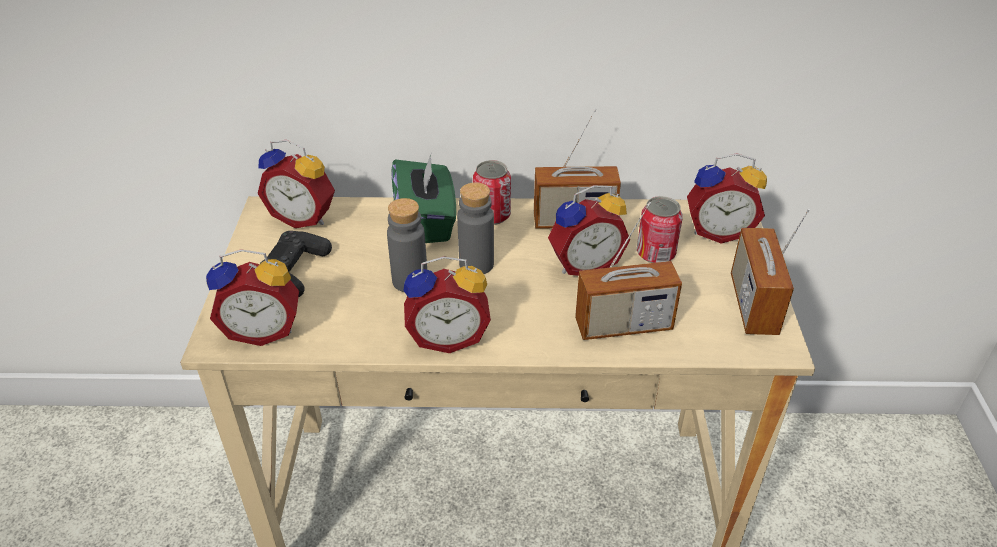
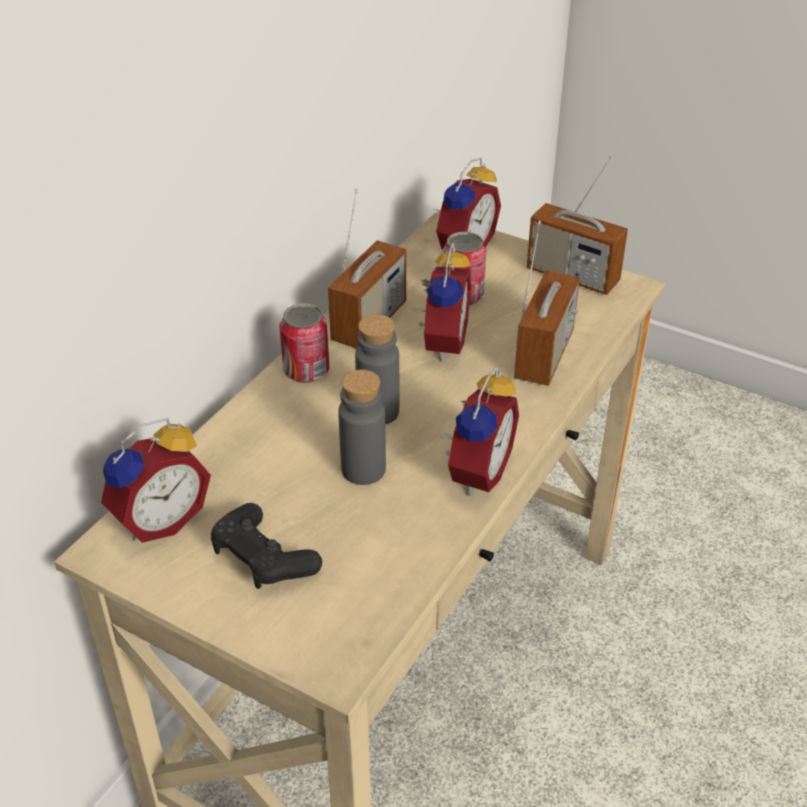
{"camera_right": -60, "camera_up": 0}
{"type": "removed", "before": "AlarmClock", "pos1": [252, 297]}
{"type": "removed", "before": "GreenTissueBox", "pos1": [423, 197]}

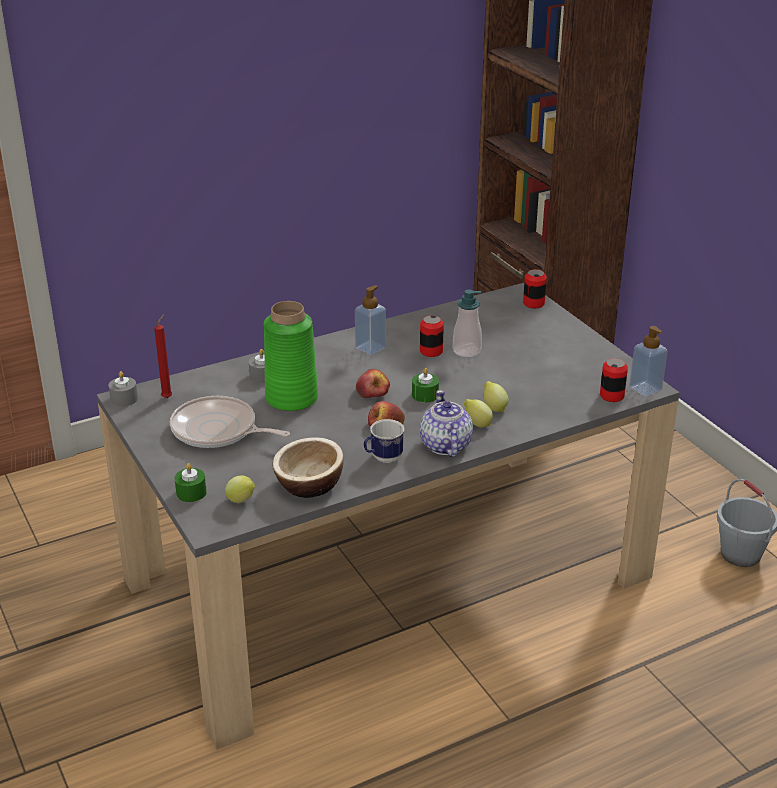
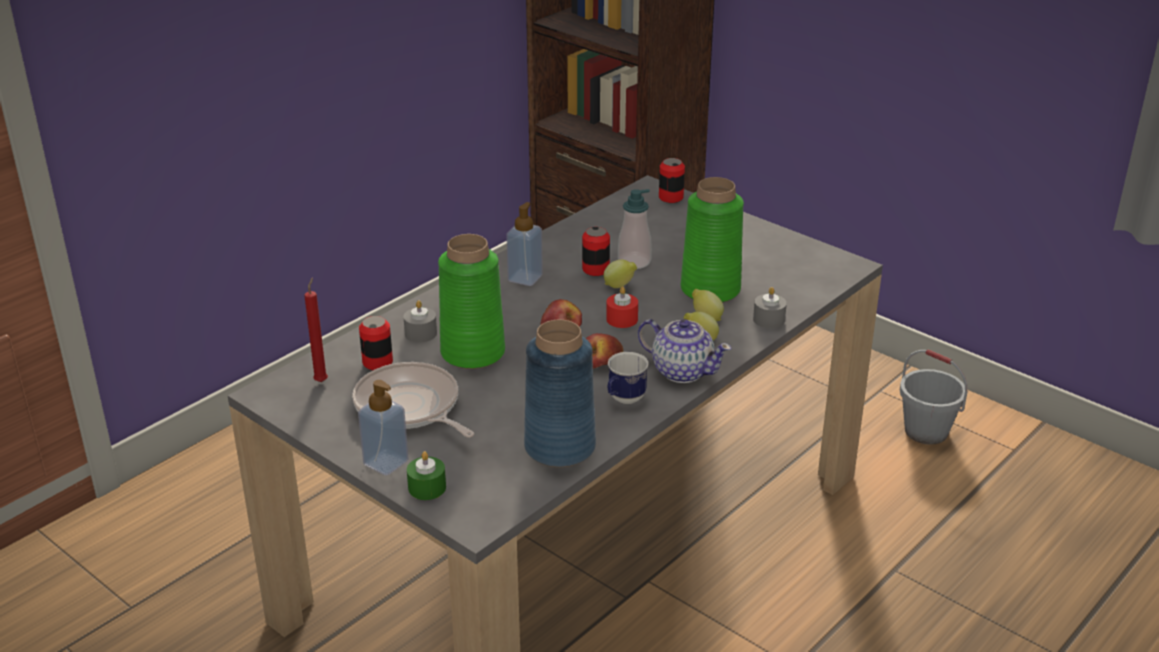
{"camera_right": -20, "camera_up": 0}
{"type": "moved", "before": "GreyCandle", "pos1": [123, 388], "pos2": [770, 307]}
{"type": "turned", "before": "FryingPan", "pos1": [230, 422], "pos2": [413, 400], "turn": 45}
{"type": "moved", "before": "Lemon", "pos1": [240, 489], "pos2": [620, 274]}
{"type": "replaced", "before": "Bowl", "after": "BlueVase", "pos1": [308, 467], "pos2": [560, 393]}
{"type": "recoloured", "before": "GreenCandle", "after": "RedCandle", "pos1": [425, 385], "pos2": [622, 307]}
{"type": "turned", "before": "Teapot", "pos1": [446, 423], "pos2": [684, 351], "turn": 150}
{"type": "moved", "before": "Can", "pos1": [614, 380], "pos2": [376, 343]}
{"type": "moved", "before": "SoapDispenser", "pos1": [648, 361], "pos2": [383, 428]}
{"type": "added", "after": "GreenVase", "pos2": [712, 240]}

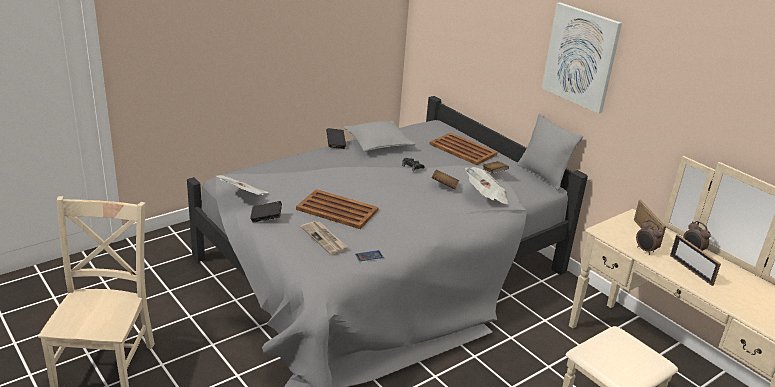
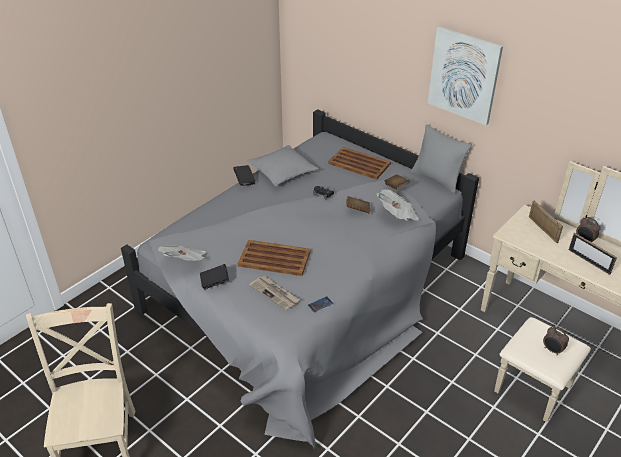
{"camera_right": -10, "camera_up": 10}
{"type": "moved", "before": "AlarmClock", "pos1": [649, 237], "pos2": [556, 341]}

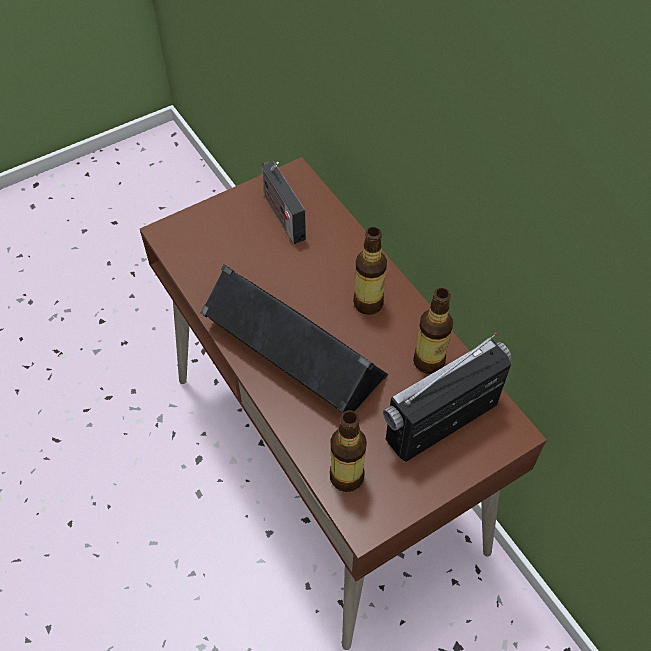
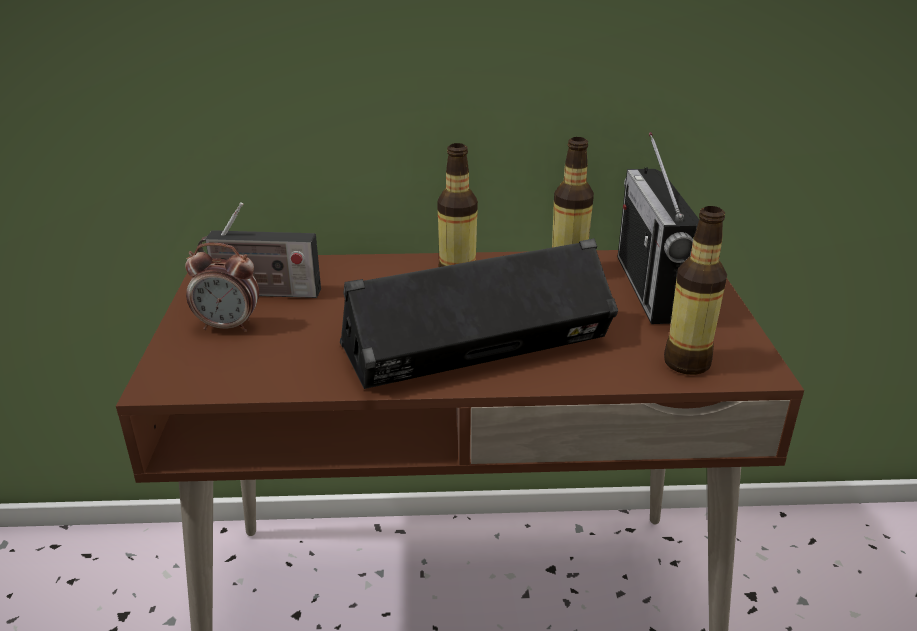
{"camera_right": -60, "camera_up": -25}
{"type": "added", "after": "AlarmClock", "pos2": [222, 287]}

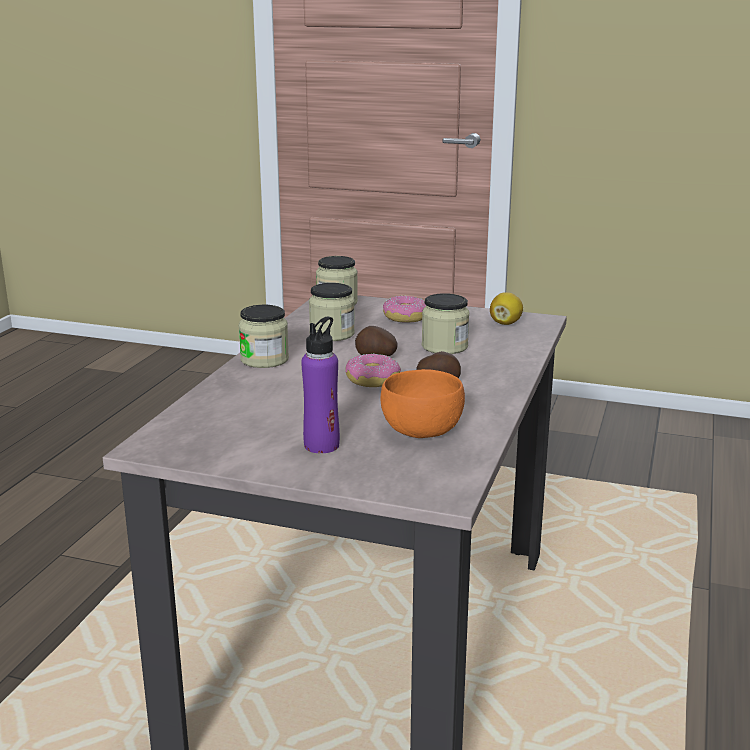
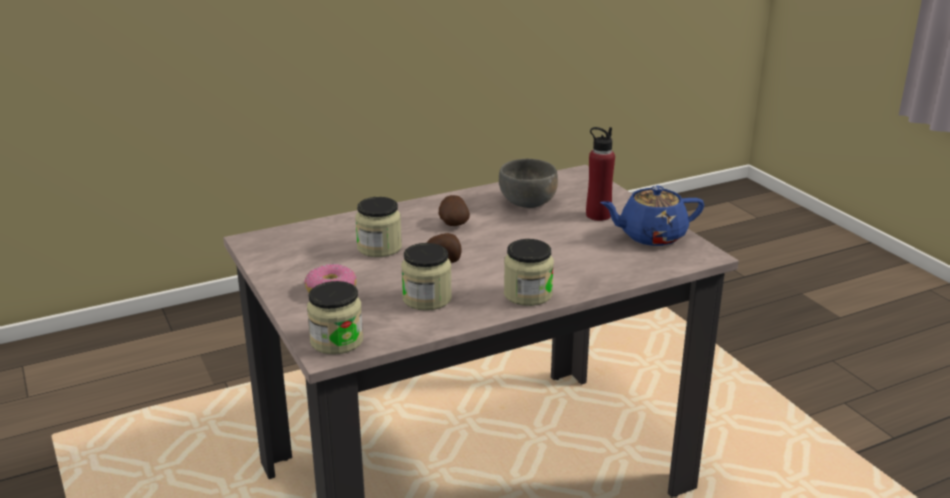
{"camera_right": -135, "camera_up": 5}
{"type": "recoloured", "before": "PurpleBottle", "after": "RedBottle", "pos1": [320, 384], "pos2": [600, 174]}
{"type": "removed", "before": "Donut", "pos1": [373, 370]}
{"type": "recoloured", "before": "OrangeBowl", "after": "GreyBowl", "pos1": [422, 403], "pos2": [528, 183]}
{"type": "removed", "before": "Lemon", "pos1": [506, 308]}
{"type": "added", "after": "BlueTeapot", "pos2": [652, 216]}

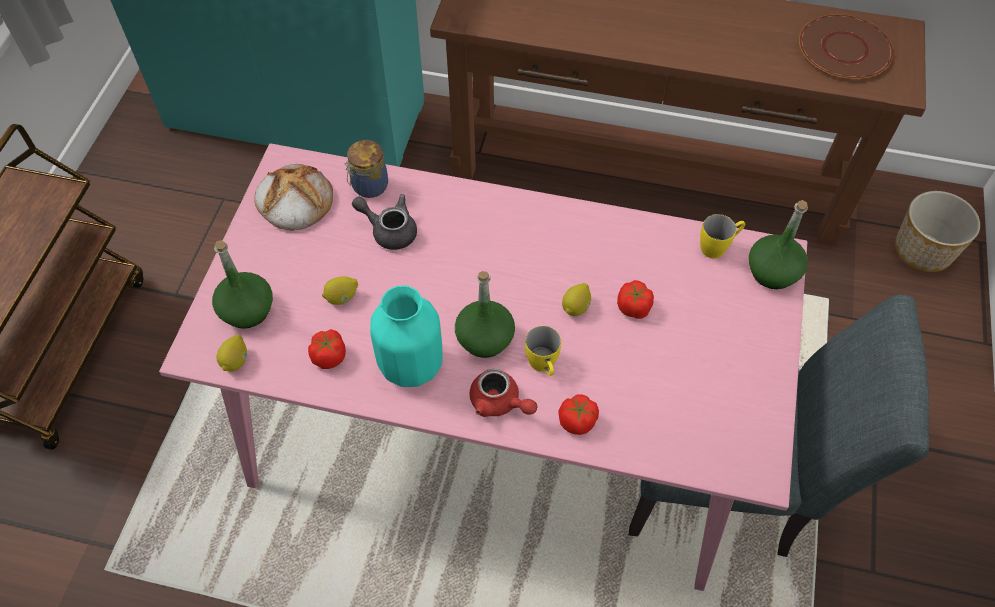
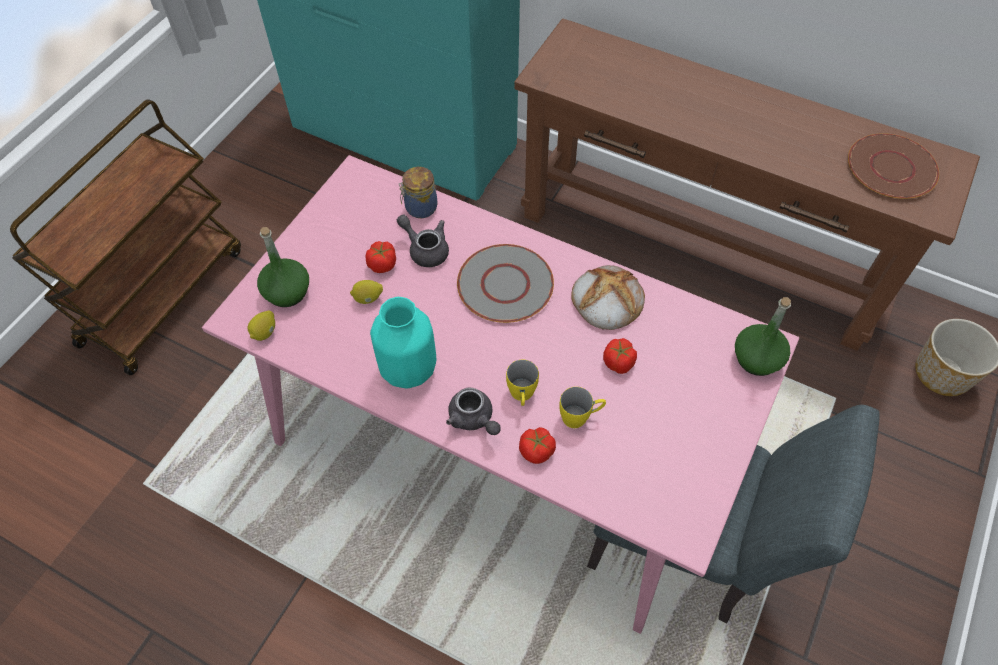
{"camera_right": 15, "camera_up": 0}
{"type": "moved", "before": "Bread", "pos1": [293, 197], "pos2": [608, 297]}
{"type": "moved", "before": "Tomato", "pos1": [327, 349], "pos2": [380, 257]}
{"type": "removed", "before": "GreenBottle", "pos1": [485, 314]}
{"type": "recoloured", "before": "RedTeapot", "after": "GreyTeapot", "pos1": [504, 393], "pos2": [473, 411]}
{"type": "removed", "before": "Lemon", "pos1": [576, 299]}
{"type": "moved", "before": "YellowMug", "pos1": [722, 236], "pos2": [582, 407]}
{"type": "added", "after": "GreyPlate", "pos2": [505, 283]}

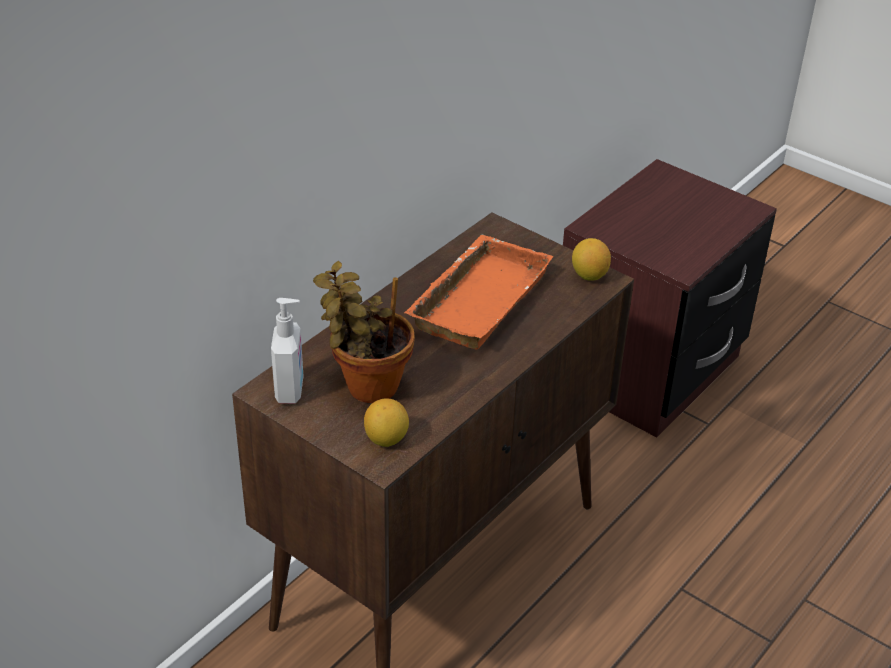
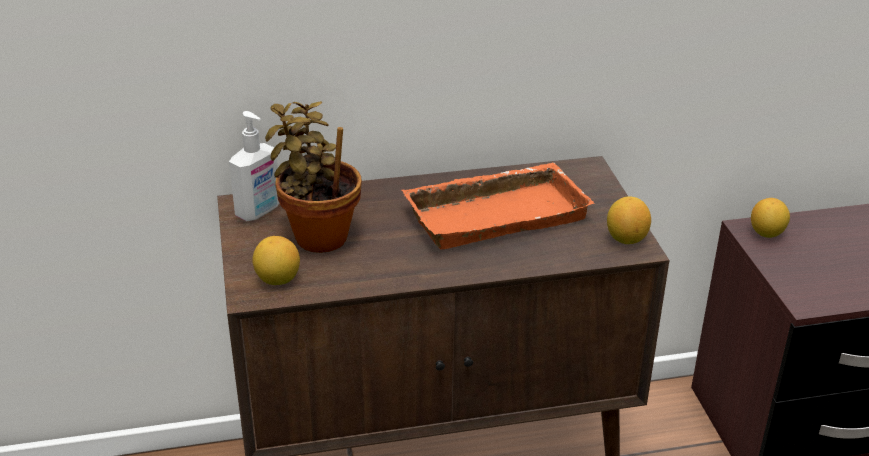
{"camera_right": 40, "camera_up": -5}
{"type": "added", "after": "Lemon", "pos2": [770, 218]}

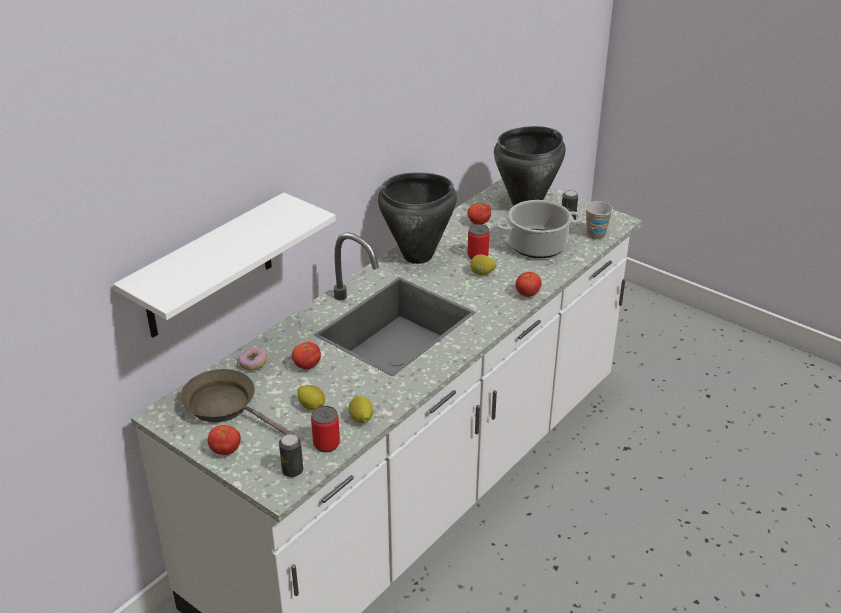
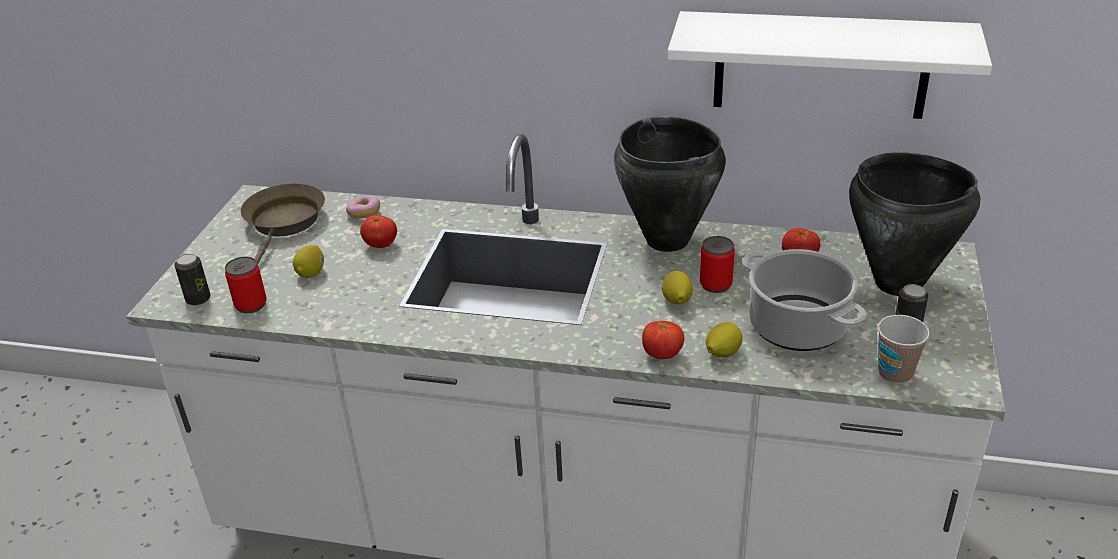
{"camera_right": 65, "camera_up": 0}
{"type": "moved", "before": "WhiteShelf", "pos1": [224, 265], "pos2": [829, 65]}
{"type": "removed", "before": "Tomato", "pos1": [224, 440]}
{"type": "moved", "before": "Lemon", "pos1": [360, 409], "pos2": [724, 339]}

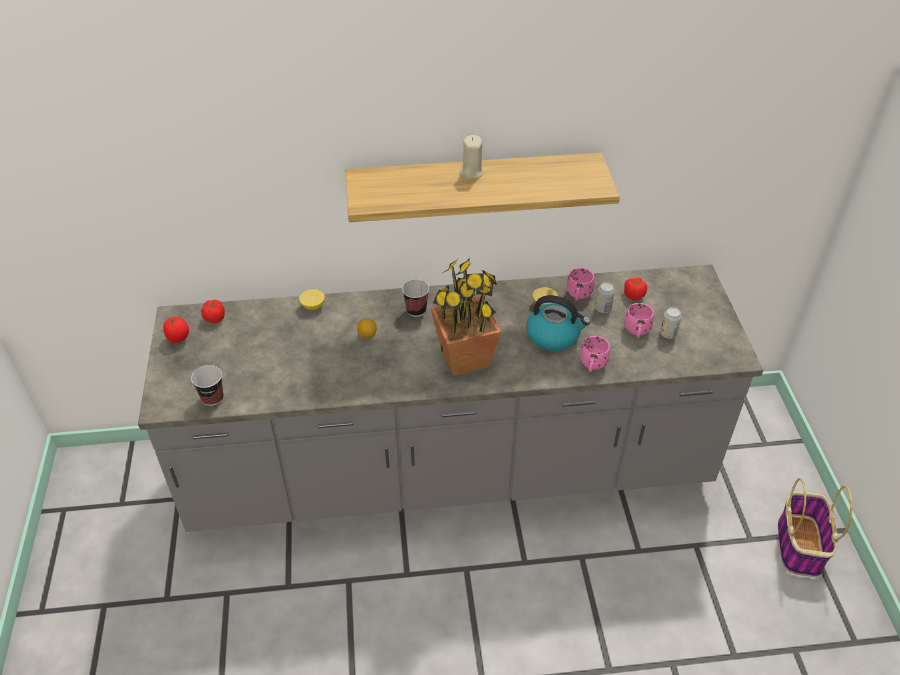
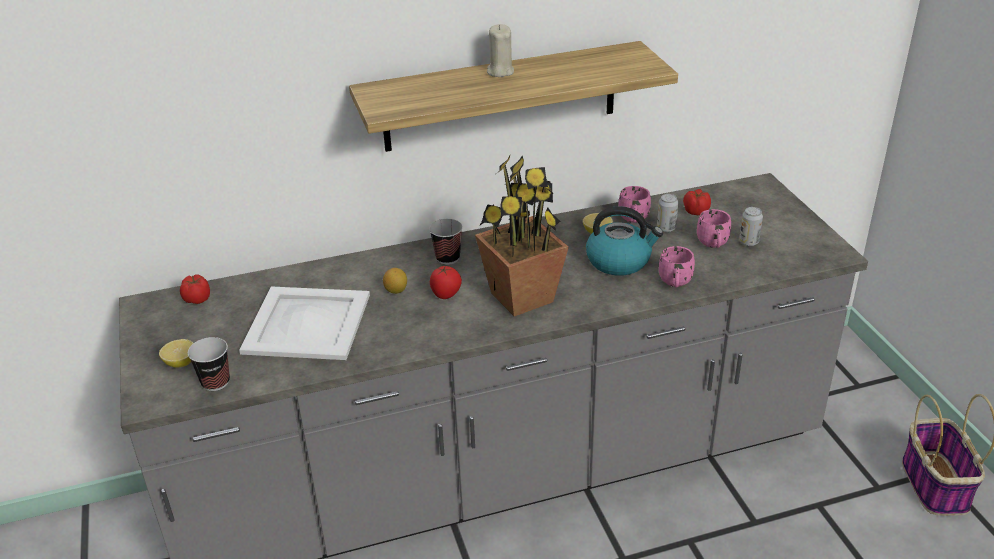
{"camera_right": -10, "camera_up": -10}
{"type": "moved", "before": "Tomato", "pos1": [176, 330], "pos2": [446, 282]}
{"type": "moved", "before": "Lemon", "pos1": [312, 299], "pos2": [176, 353]}
{"type": "added", "after": "WhiteTray", "pos2": [304, 323]}

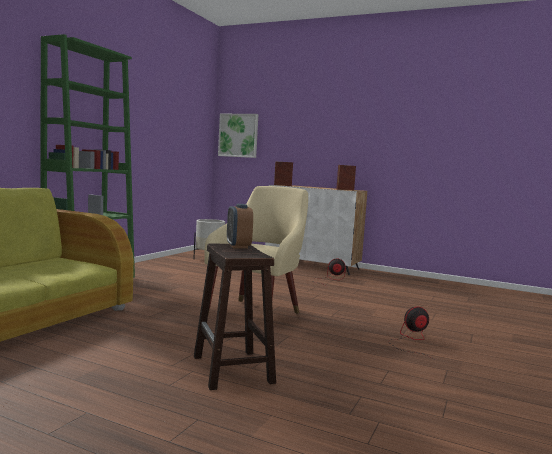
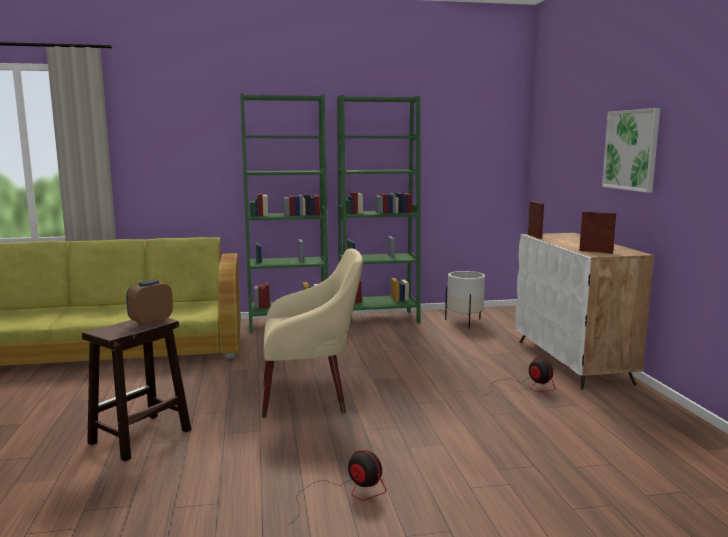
{"camera_right": 55, "camera_up": 5}
{"type": "moved", "before": "Picture", "pos1": [238, 136], "pos2": [631, 150]}
{"type": "added", "after": "GreenBookcase", "pos2": [378, 209]}

